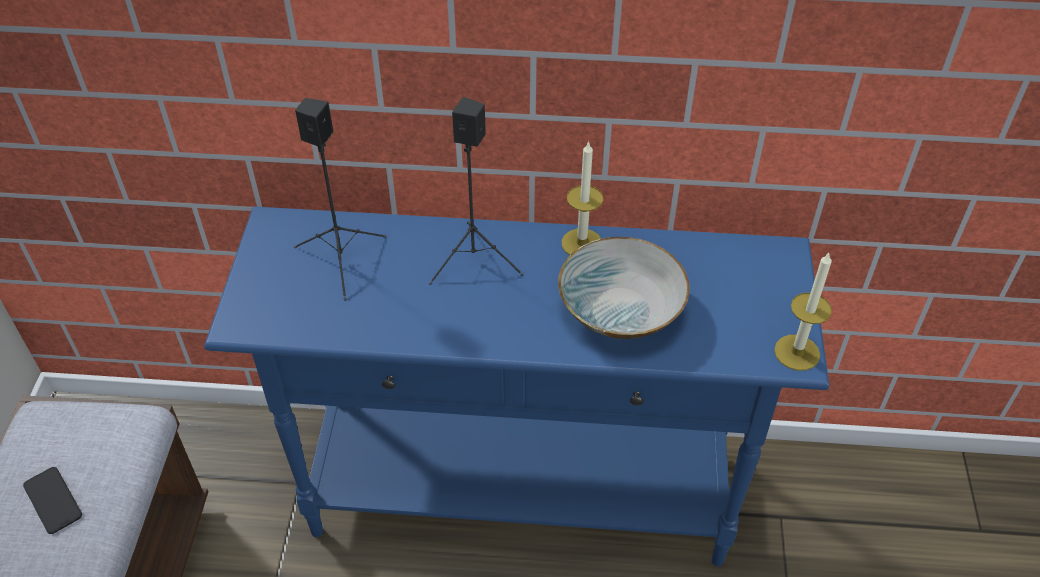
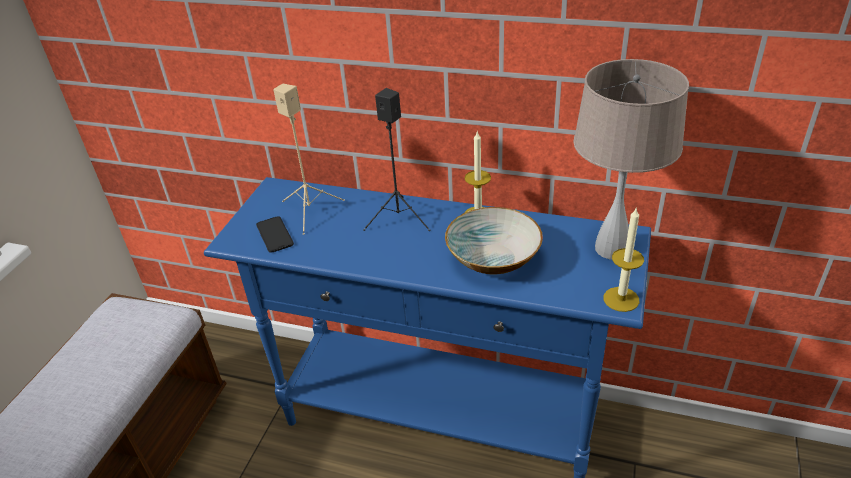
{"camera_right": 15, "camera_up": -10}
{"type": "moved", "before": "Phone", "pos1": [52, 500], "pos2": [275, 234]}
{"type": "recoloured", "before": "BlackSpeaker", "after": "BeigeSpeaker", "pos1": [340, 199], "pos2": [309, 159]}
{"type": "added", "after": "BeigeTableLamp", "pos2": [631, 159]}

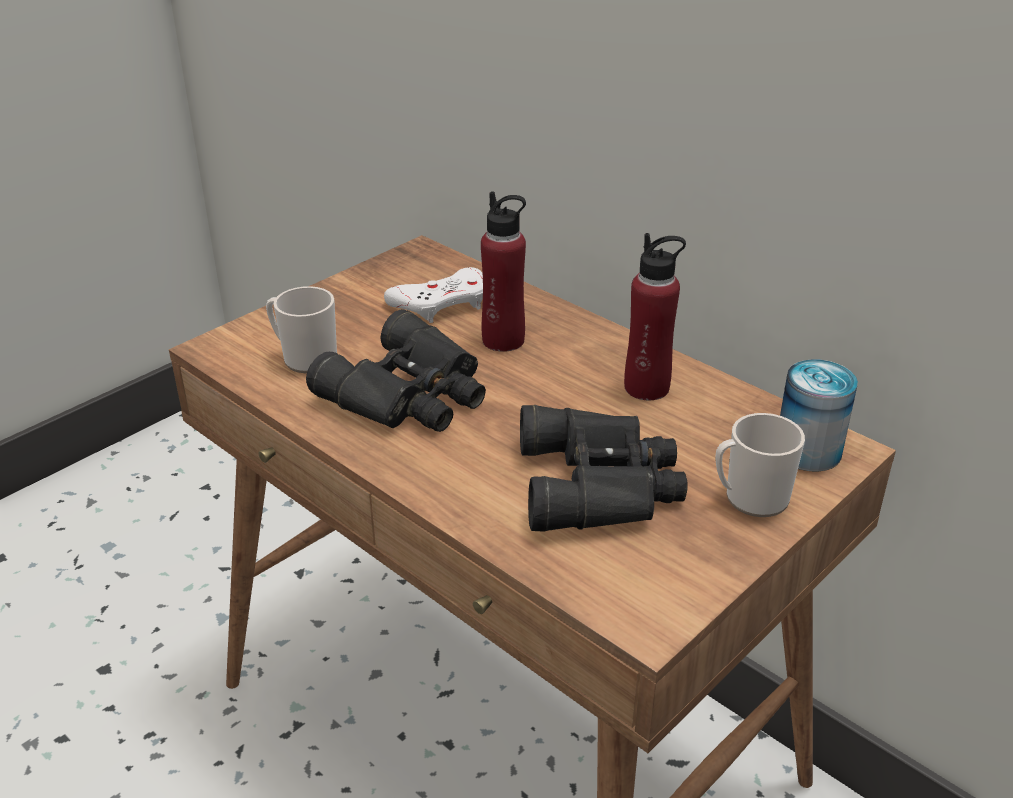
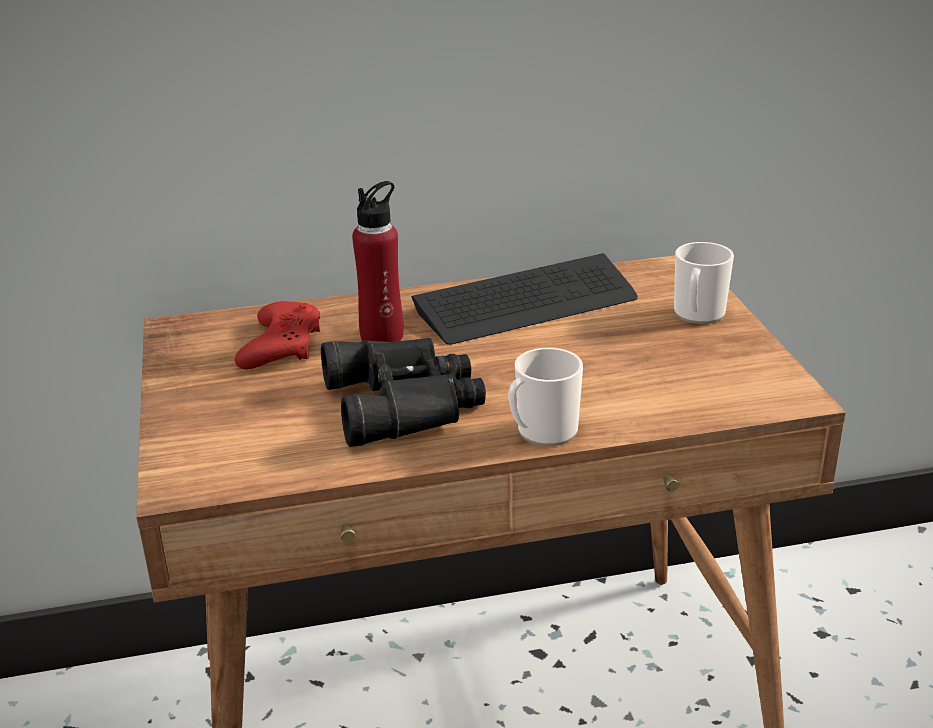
{"camera_right": -55, "camera_up": -5}
{"type": "moved", "before": "Mug", "pos1": [301, 329], "pos2": [545, 397]}
{"type": "recoloured", "before": "WhiteGameController", "after": "RedGameController", "pos1": [433, 295], "pos2": [277, 335]}
{"type": "removed", "before": "BlackBinoculars", "pos1": [604, 468]}
{"type": "replaced", "before": "RedBottle", "after": "Keyboard", "pos1": [655, 316], "pos2": [524, 299]}
{"type": "removed", "before": "Can", "pos1": [819, 415]}

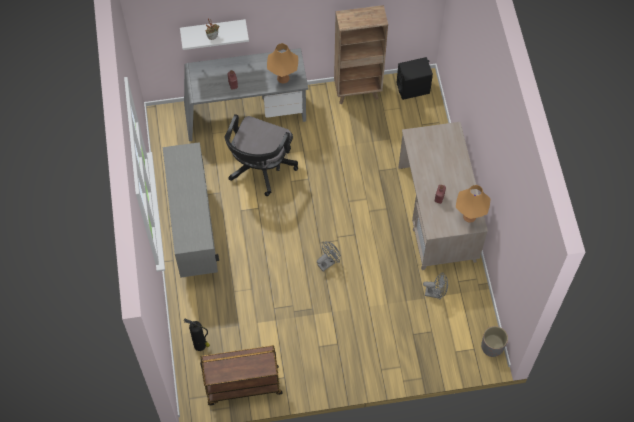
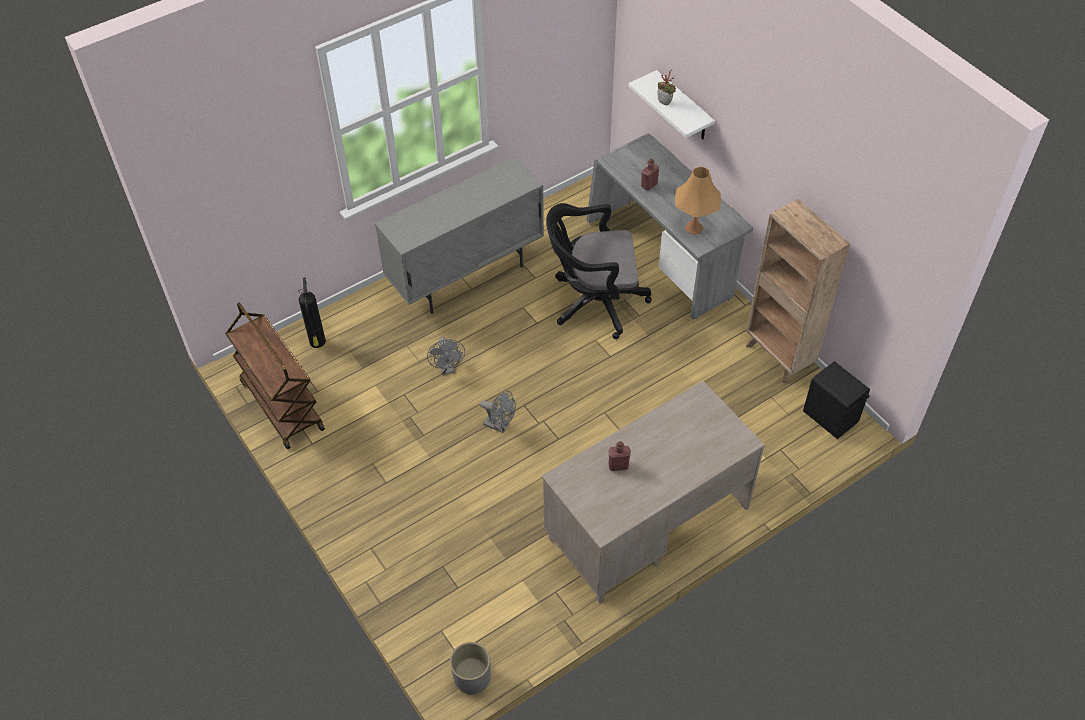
{"camera_right": 65, "camera_up": -10}
{"type": "moved", "before": "GreyFan", "pos1": [435, 286], "pos2": [446, 355]}
{"type": "removed", "before": "OrangeTableLamp", "pos1": [473, 204]}

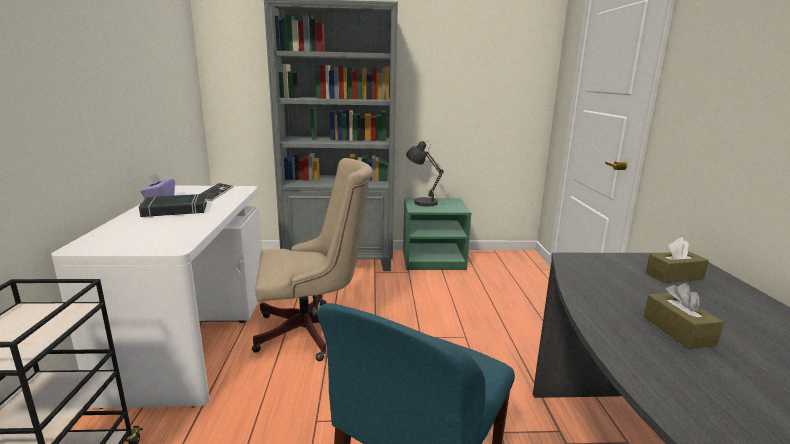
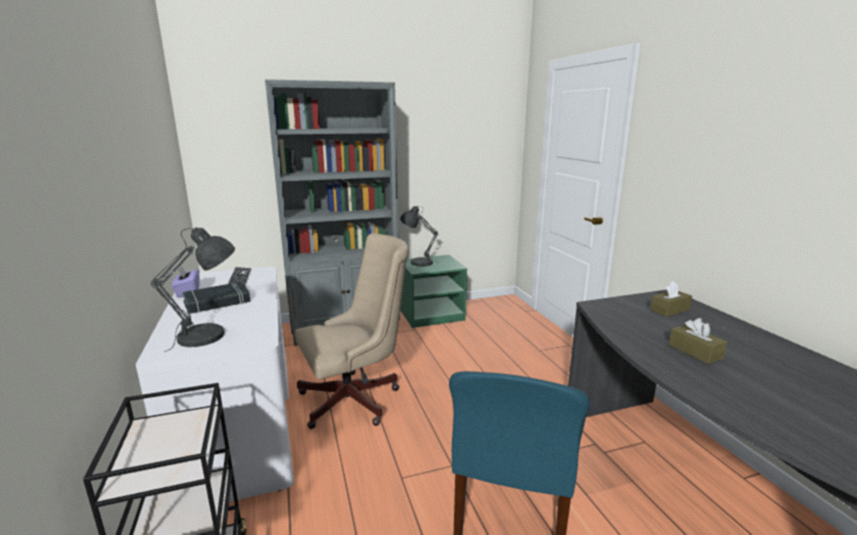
{"camera_right": -15, "camera_up": 0}
{"type": "added", "after": "GreyTableLamp", "pos2": [193, 289]}

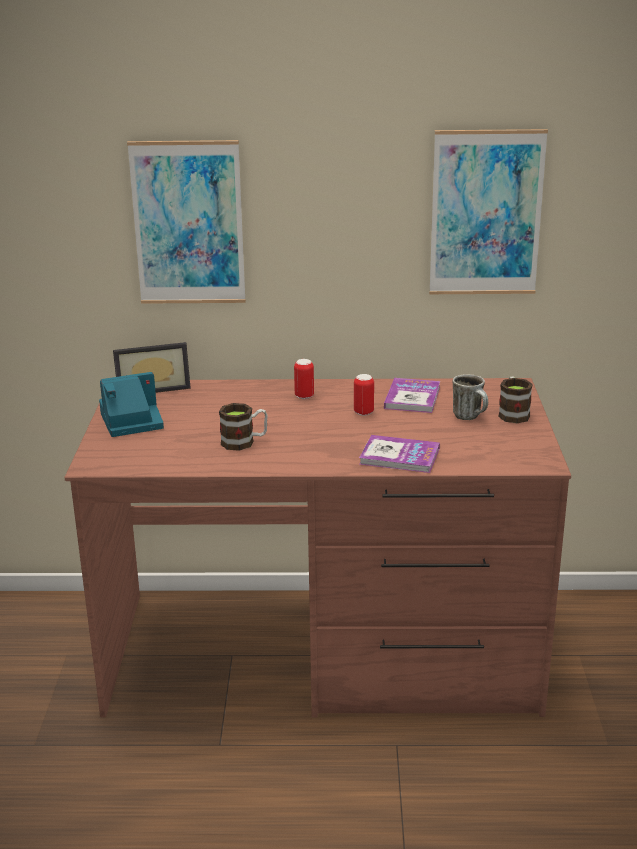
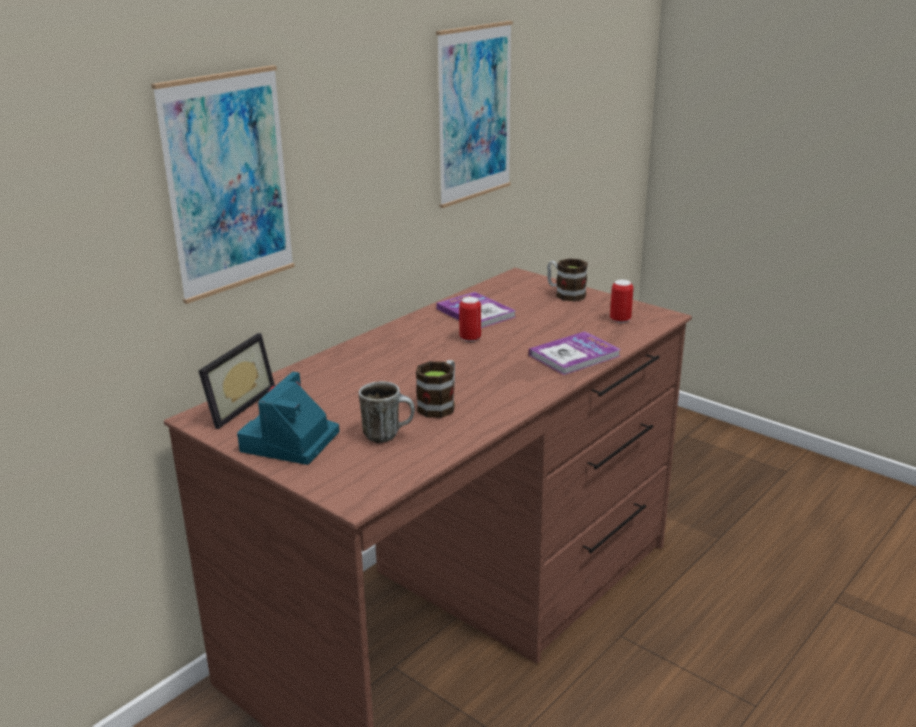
{"camera_right": -50, "camera_up": 0}
{"type": "moved", "before": "Can", "pos1": [304, 379], "pos2": [621, 301]}
{"type": "moved", "before": "Mug", "pos1": [470, 397], "pos2": [387, 412]}

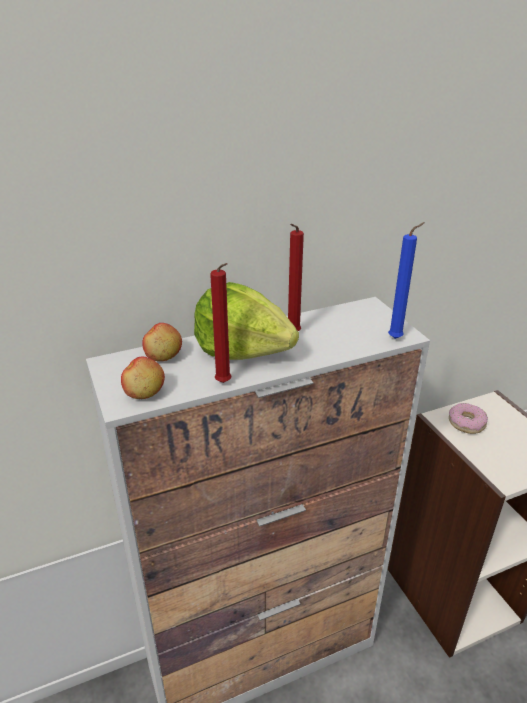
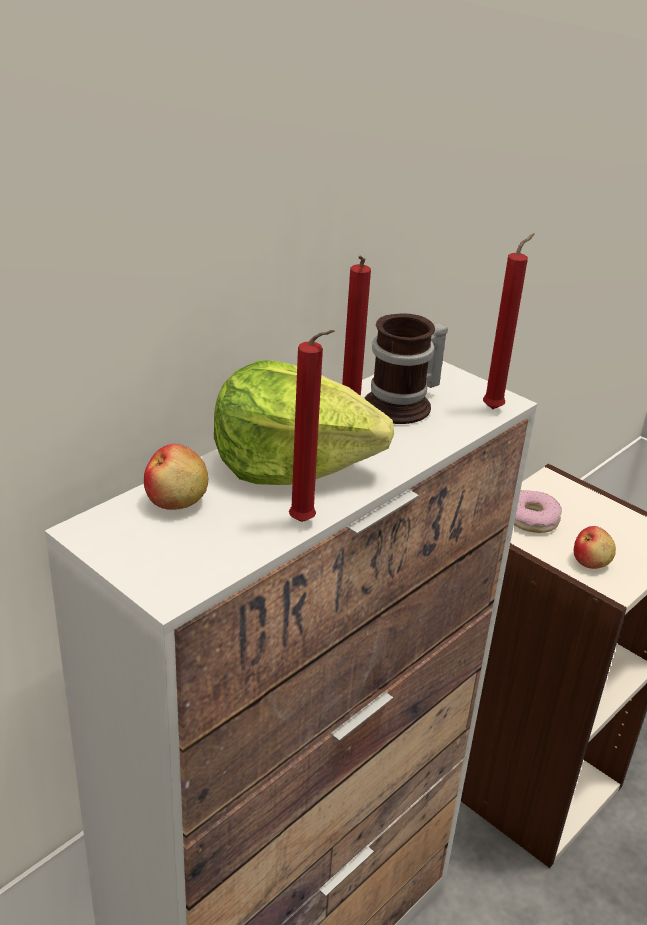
{"camera_right": -25, "camera_up": 0}
{"type": "moved", "before": "Apple", "pos1": [143, 378], "pos2": [595, 547]}
{"type": "recoloured", "before": "BlueCandle", "after": "RedCandle", "pos1": [406, 280], "pos2": [509, 321]}
{"type": "added", "after": "Mug", "pos2": [406, 368]}

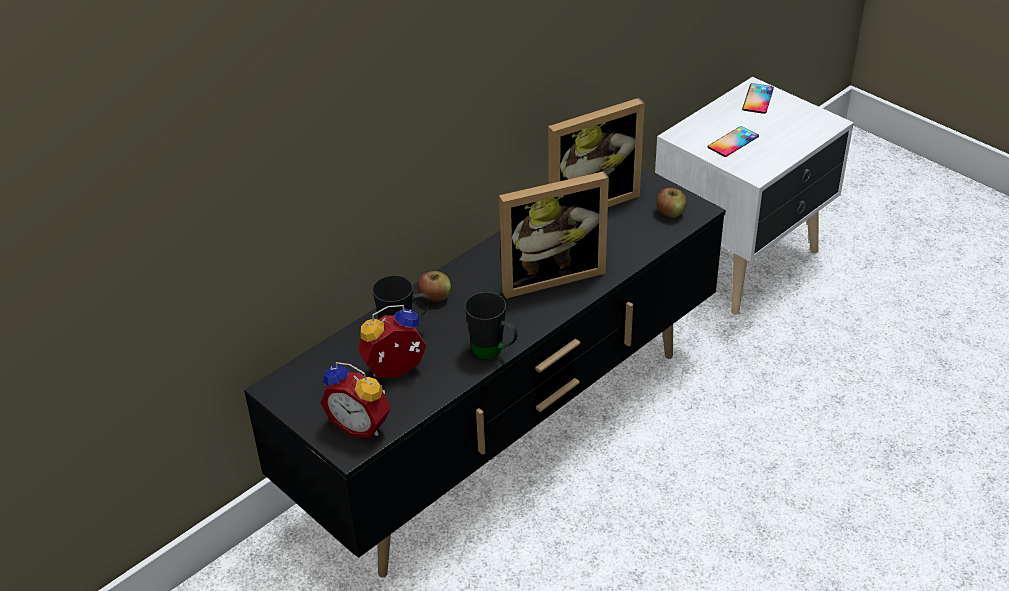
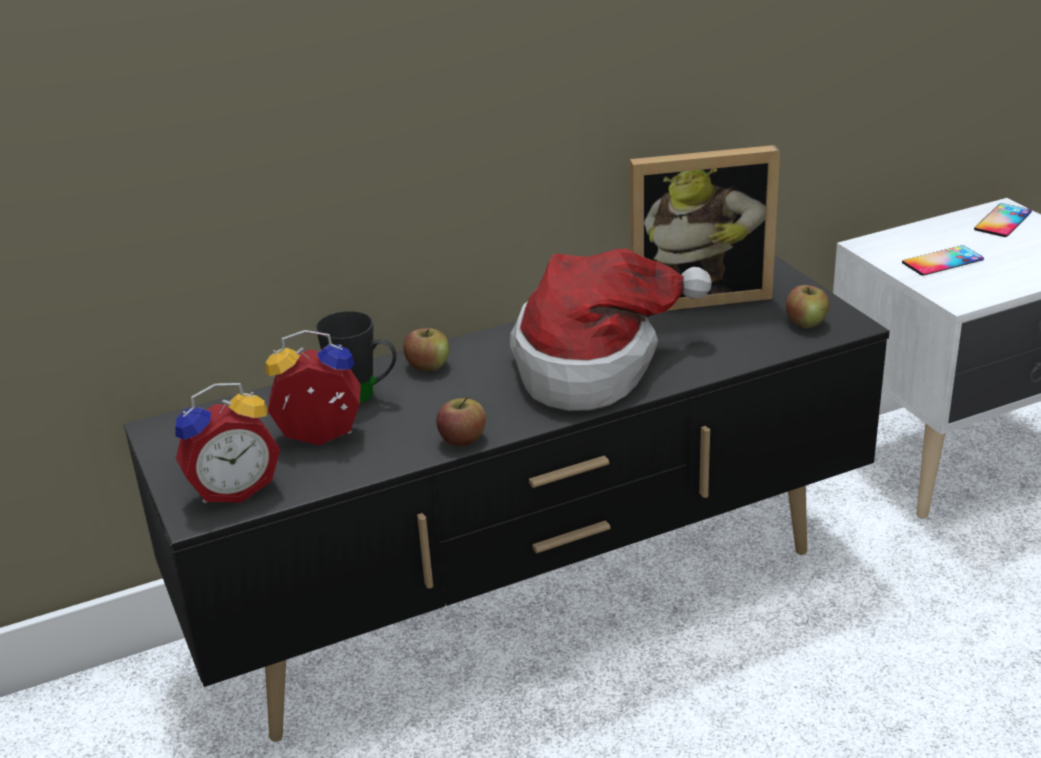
{"camera_right": 20, "camera_up": -10}
{"type": "turned", "before": "AlarmClock", "pos1": [355, 400], "pos2": [227, 443], "turn": -75}
{"type": "replaced", "before": "BlackMug", "after": "Apple", "pos1": [491, 325], "pos2": [461, 421]}
{"type": "replaced", "before": "PictureFrame", "after": "Hat", "pos1": [554, 234], "pos2": [611, 329]}

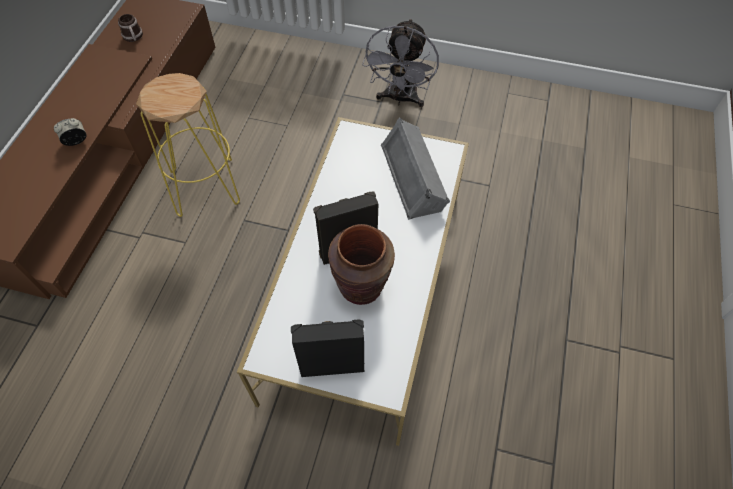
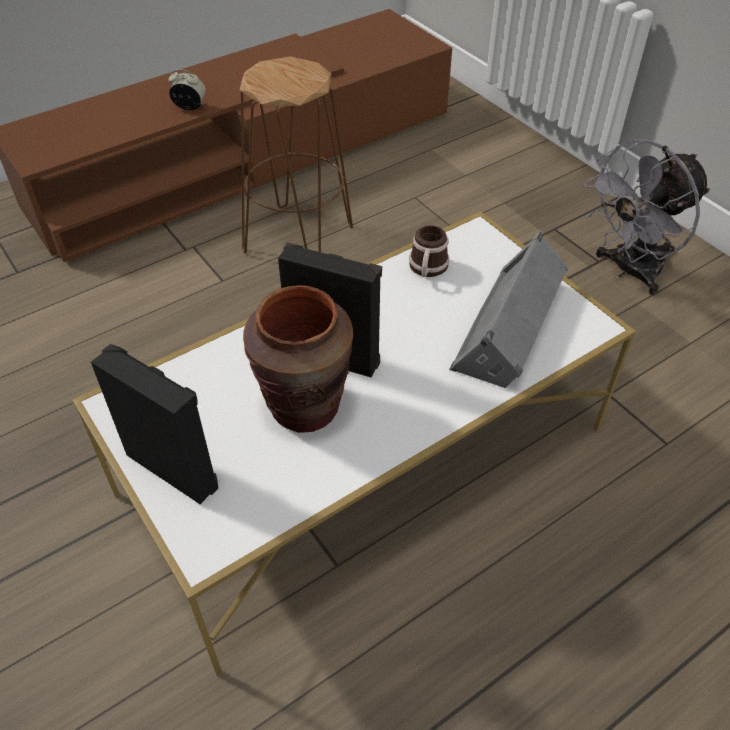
{"camera_right": 40, "camera_up": -10}
{"type": "moved", "before": "Mug", "pos1": [130, 28], "pos2": [429, 251]}
{"type": "recoloured", "before": "YellowStool", "after": "BrownStool", "pos1": [188, 145], "pos2": [296, 154]}

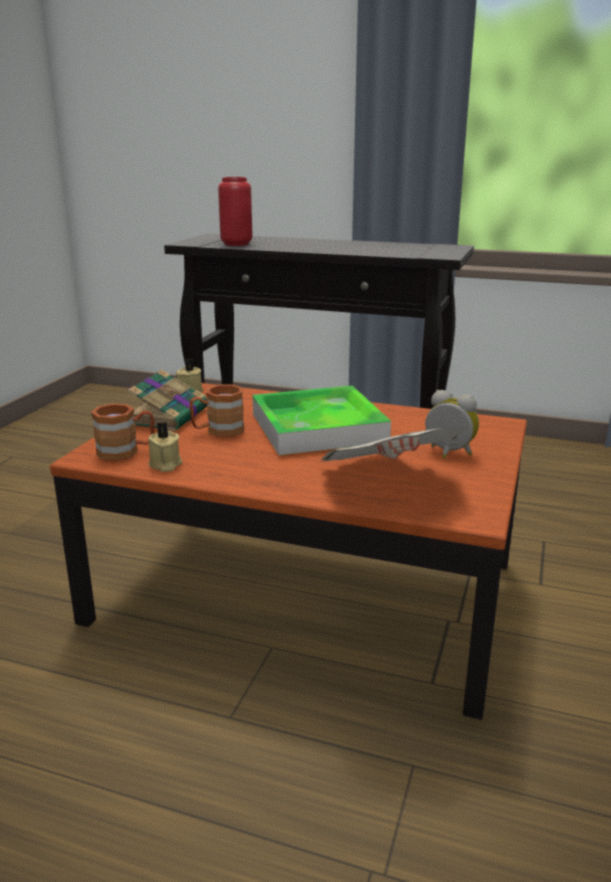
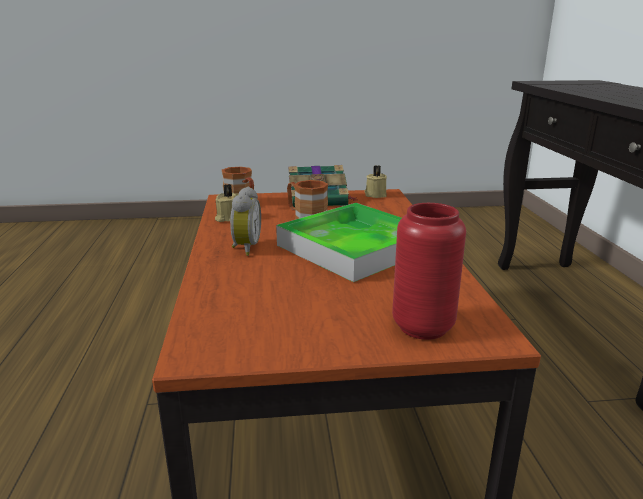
{"camera_right": 65, "camera_up": 0}
{"type": "moved", "before": "RedVase", "pos1": [235, 211], "pos2": [429, 271]}
{"type": "removed", "before": "Newspaper", "pos1": [394, 444]}
{"type": "moved", "before": "AlarmClock", "pos1": [452, 424], "pos2": [245, 221]}

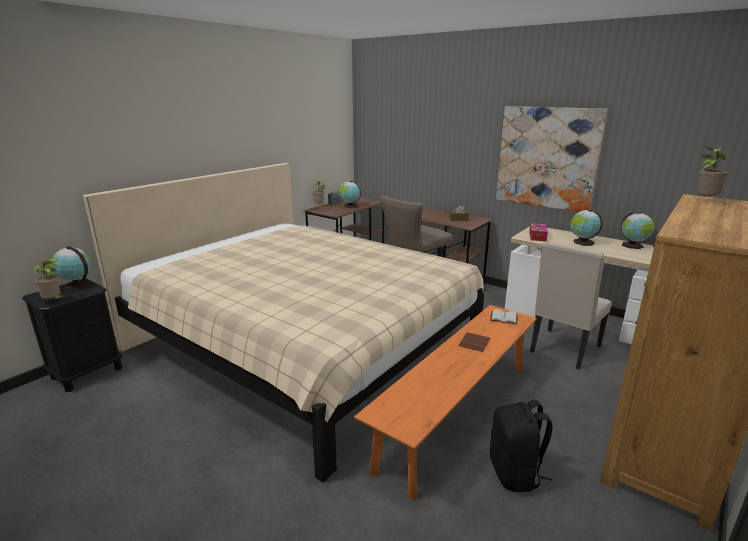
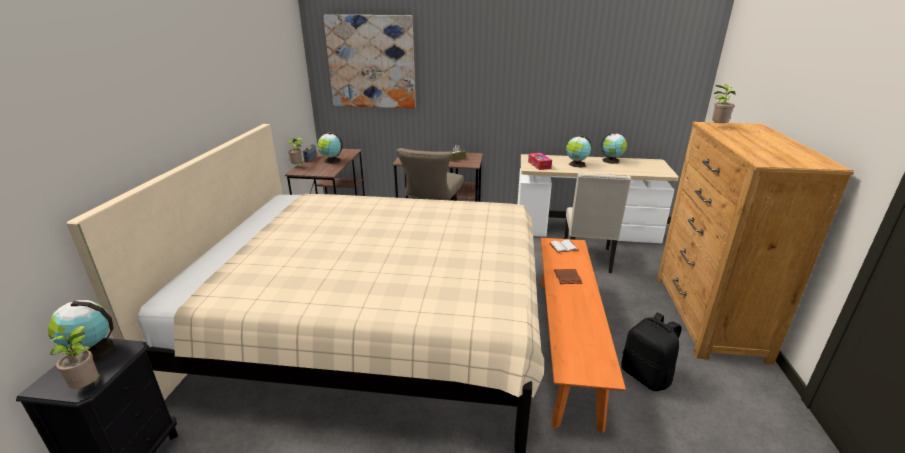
{"camera_right": -30, "camera_up": 5}
{"type": "moved", "before": "Picture", "pos1": [551, 159], "pos2": [369, 61]}

